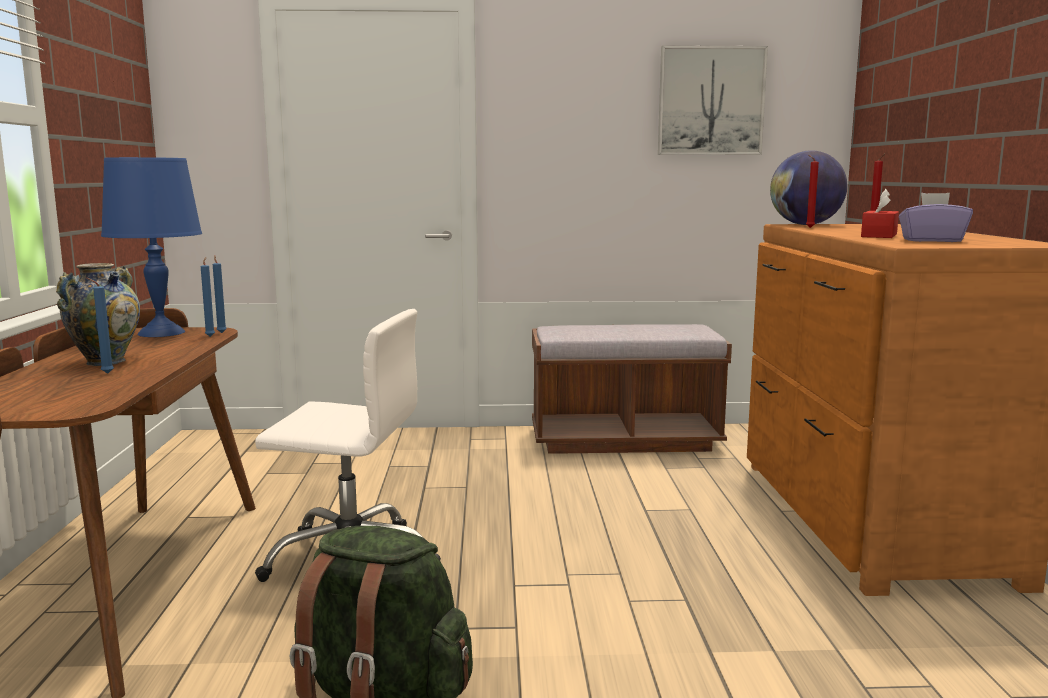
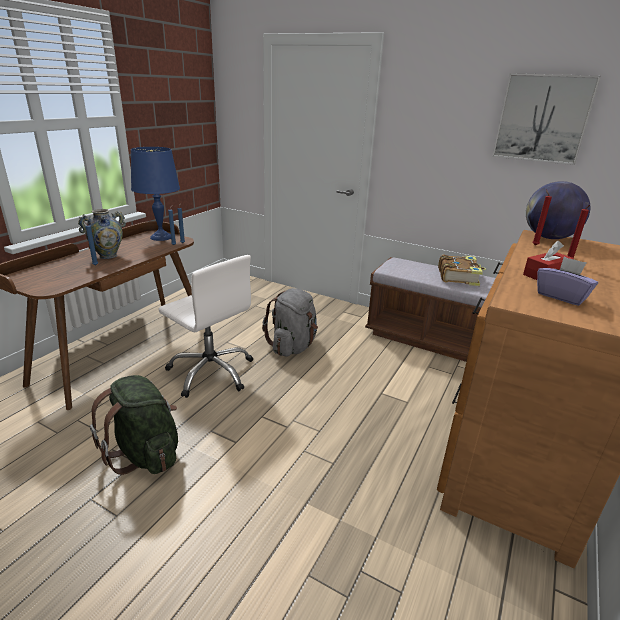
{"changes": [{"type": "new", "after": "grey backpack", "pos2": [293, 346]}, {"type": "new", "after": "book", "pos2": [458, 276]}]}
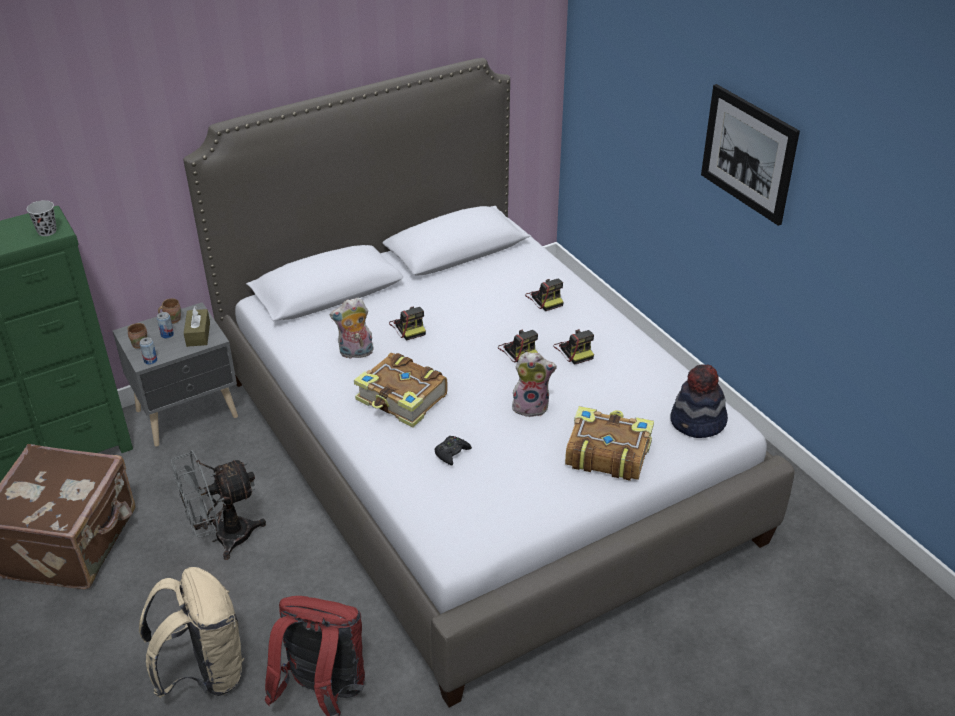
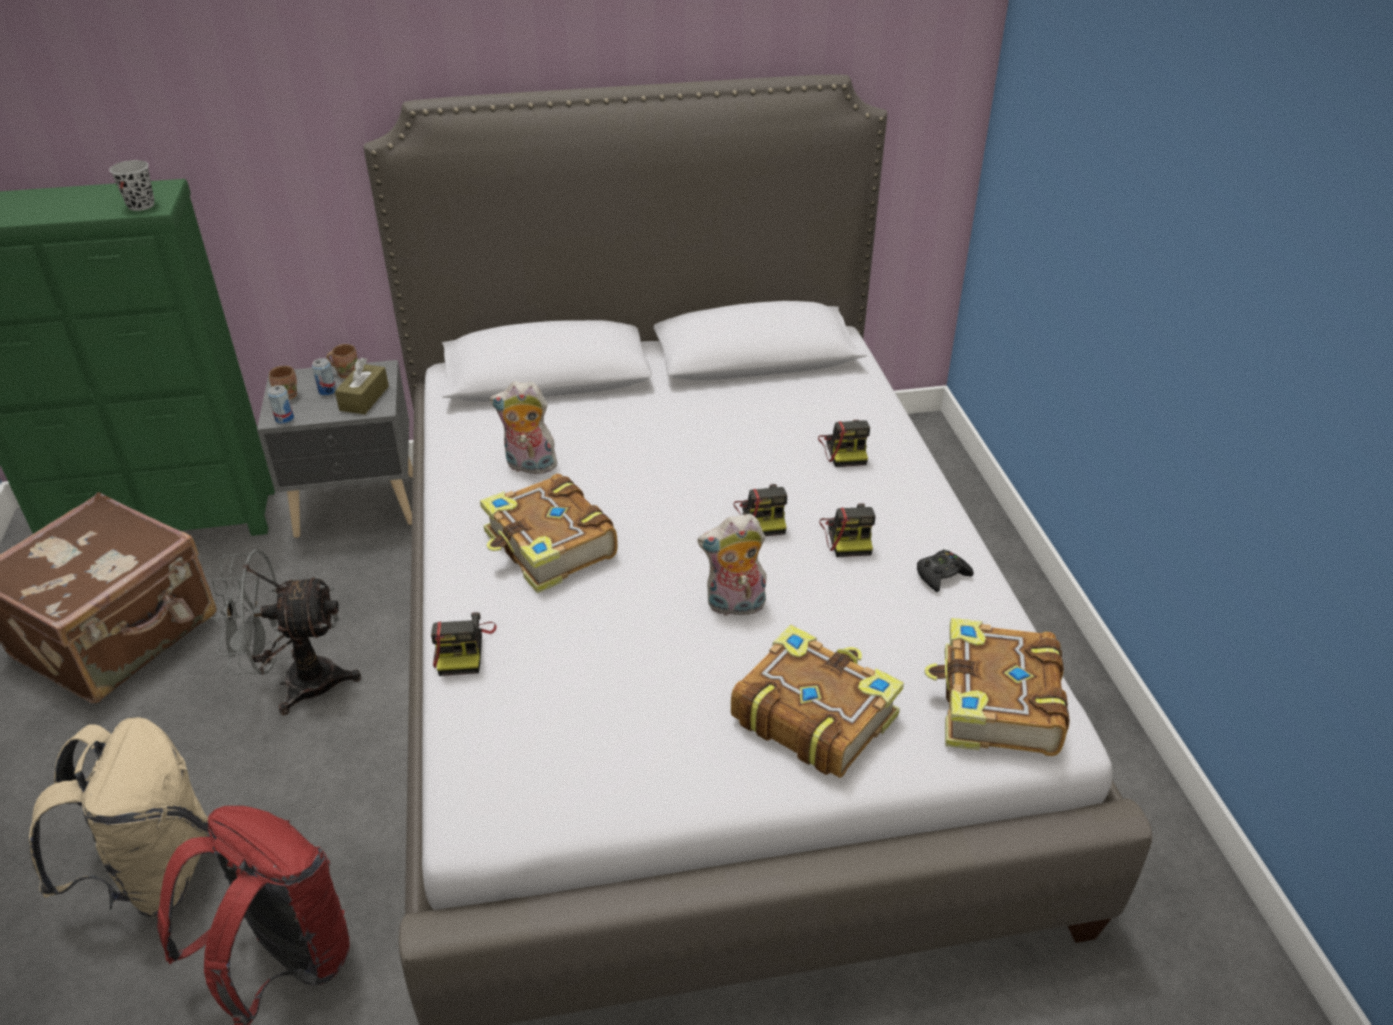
{"changes": [{"type": "shifted", "before": "photo camera", "pos1": [408, 327], "pos2": [463, 648]}, {"type": "shifted", "before": "black game controller", "pos1": [452, 453], "pos2": [941, 575]}, {"type": "rotated", "before": "plush toy", "pos1": [531, 406], "pos2": [734, 606], "turn": 150}, {"type": "swapped", "before": "hat", "after": "book", "pos1": [698, 423], "pos2": [995, 705]}, {"type": "gone", "before": "picture", "pos1": [748, 153]}]}
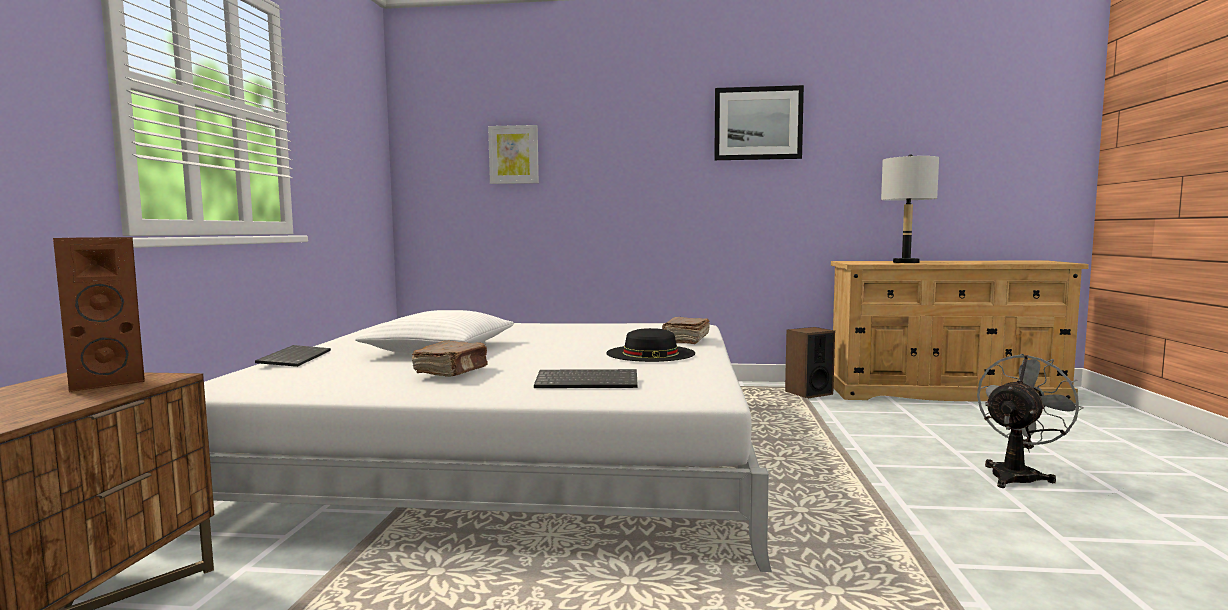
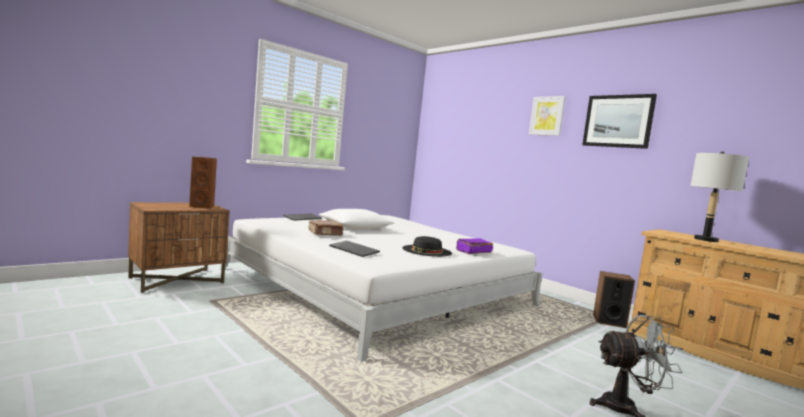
{"changes": [{"type": "shifted", "before": "picture", "pos1": [514, 155], "pos2": [547, 116]}, {"type": "repainted", "before": "brown book", "after": "purple book", "pos1": [685, 340], "pos2": [473, 252]}]}
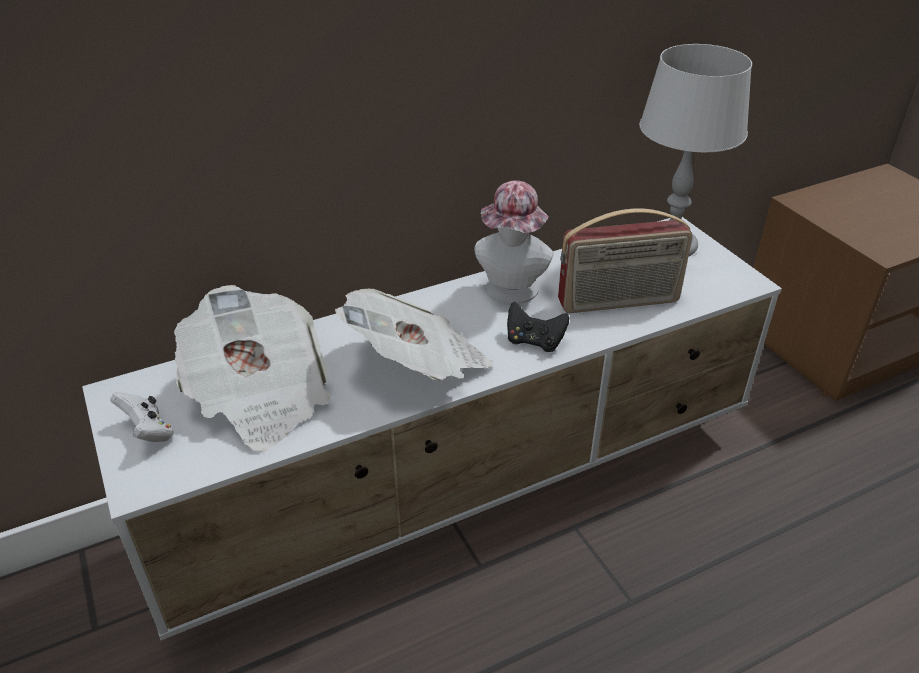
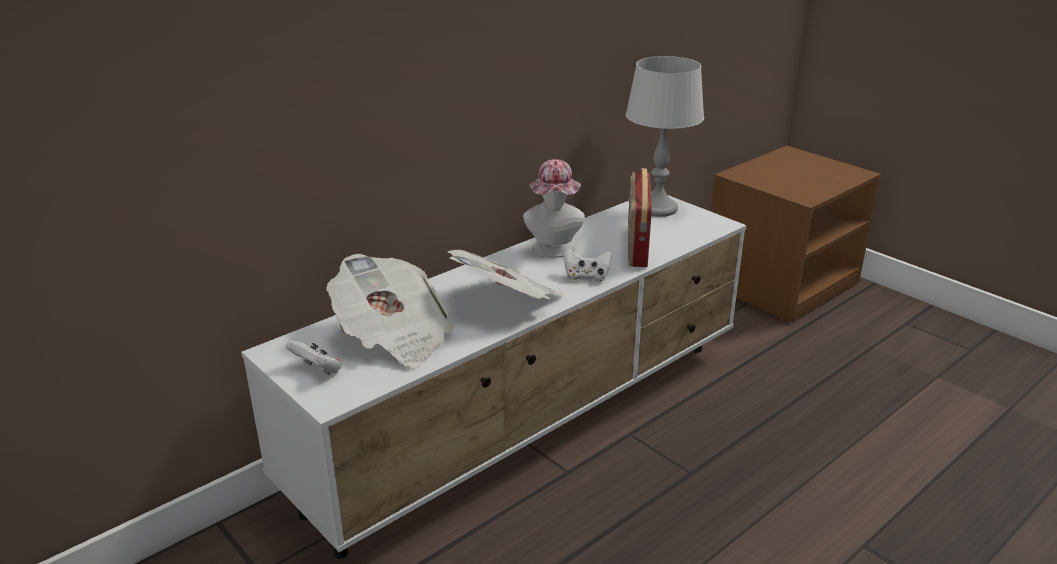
{"changes": [{"type": "repainted", "before": "black game controller", "after": "white game controller", "pos1": [534, 341], "pos2": [586, 277]}, {"type": "rotated", "before": "radio", "pos1": [619, 302], "pos2": [636, 247], "turn": 120}]}
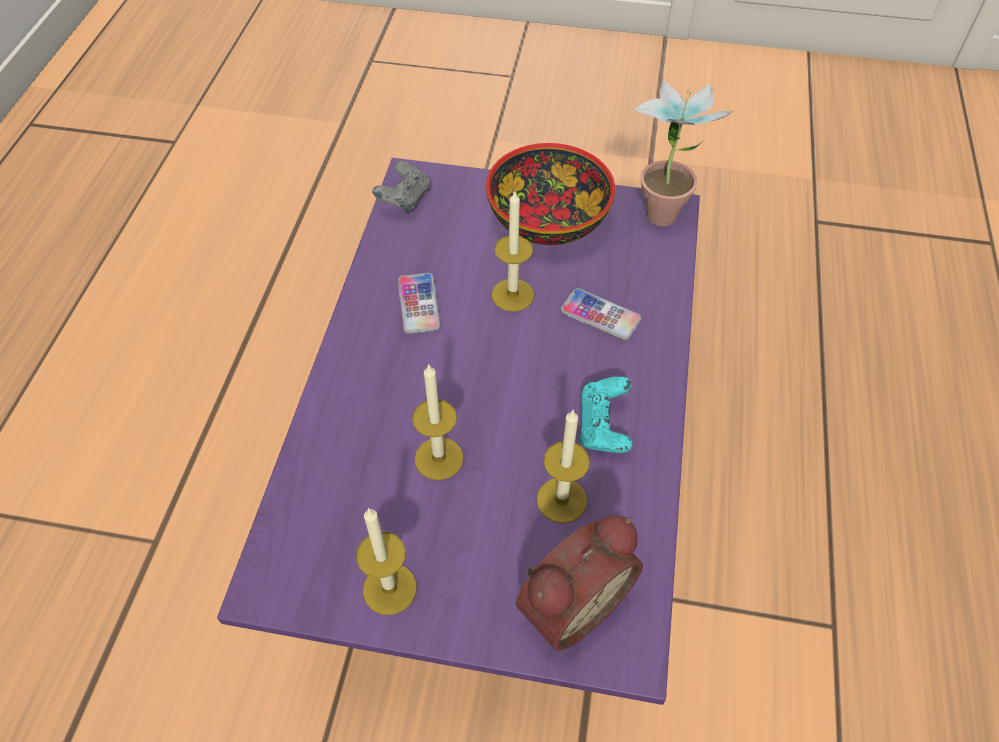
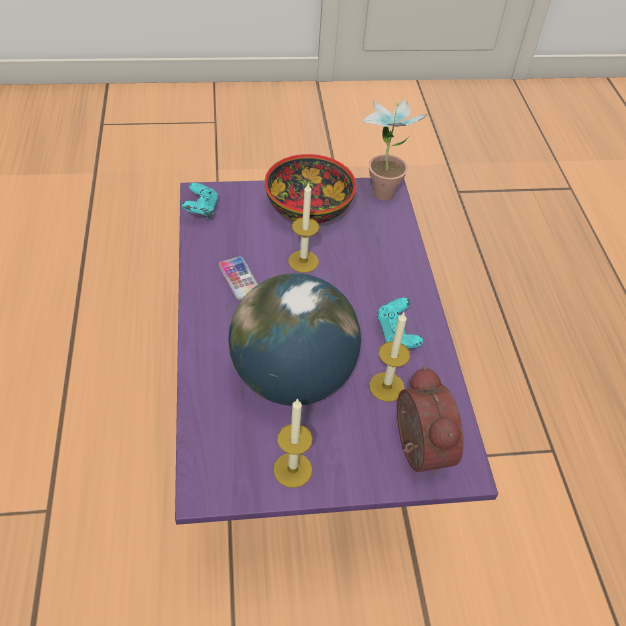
{"changes": [{"type": "repainted", "before": "grey game controller", "after": "turquoise game controller", "pos1": [404, 200], "pos2": [201, 210]}, {"type": "swapped", "before": "candle", "after": "globe", "pos1": [439, 458], "pos2": [293, 378]}, {"type": "rotated", "before": "alarm clock", "pos1": [570, 602], "pos2": [416, 449], "turn": -45}, {"type": "gone", "before": "phone", "pos1": [600, 315]}]}
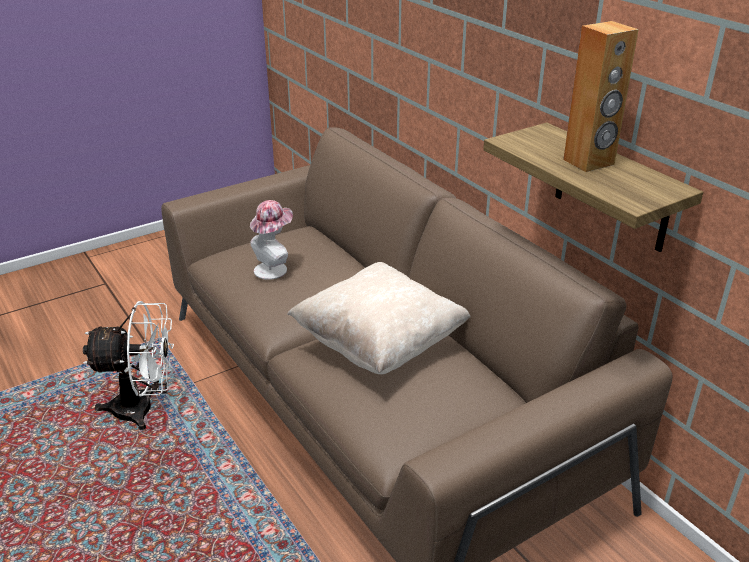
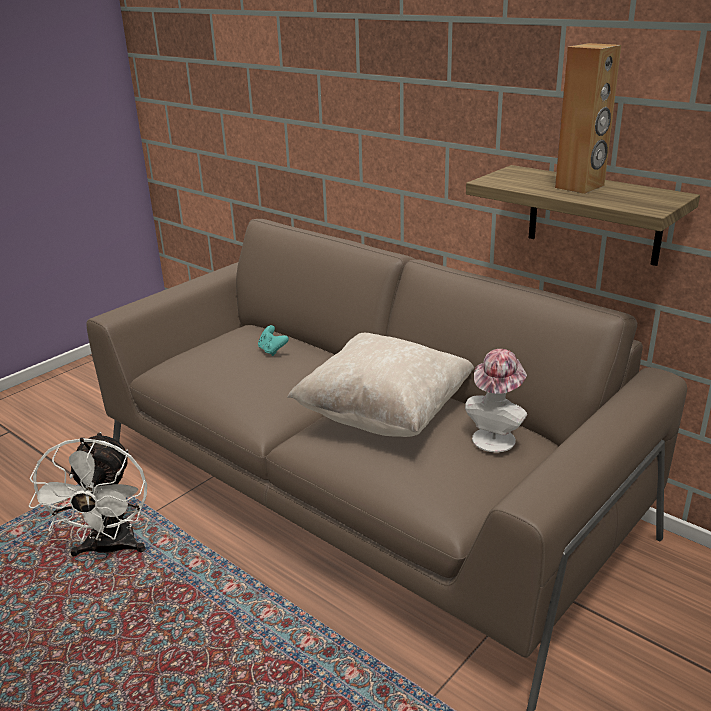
{"changes": [{"type": "rotated", "before": "white fan", "pos1": [144, 409], "pos2": [109, 549], "turn": 105}, {"type": "shifted", "before": "hat", "pos1": [274, 268], "pos2": [495, 436]}, {"type": "new", "after": "turquoise game controller", "pos2": [272, 350]}]}
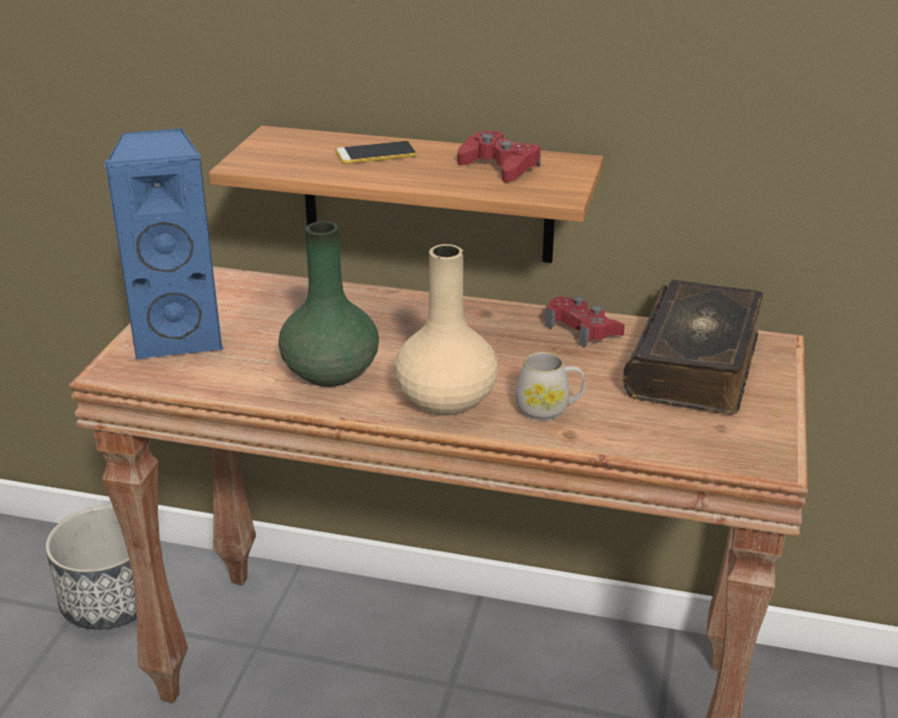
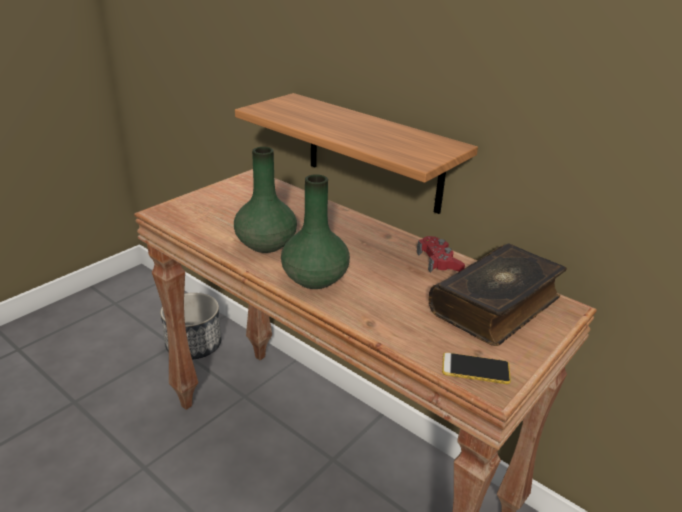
{"changes": [{"type": "gone", "before": "blue speaker", "pos1": [180, 336]}, {"type": "shifted", "before": "phone", "pos1": [376, 154], "pos2": [475, 369]}, {"type": "repainted", "before": "beige vase", "after": "green vase", "pos1": [445, 401], "pos2": [314, 279]}, {"type": "gone", "before": "red game controller", "pos1": [500, 166]}, {"type": "gone", "before": "white mug", "pos1": [549, 409]}]}
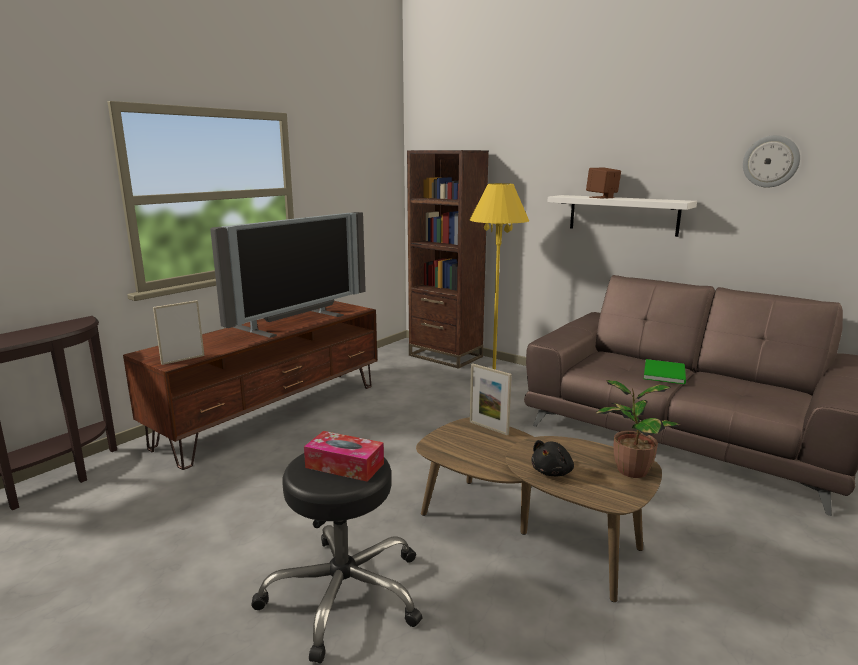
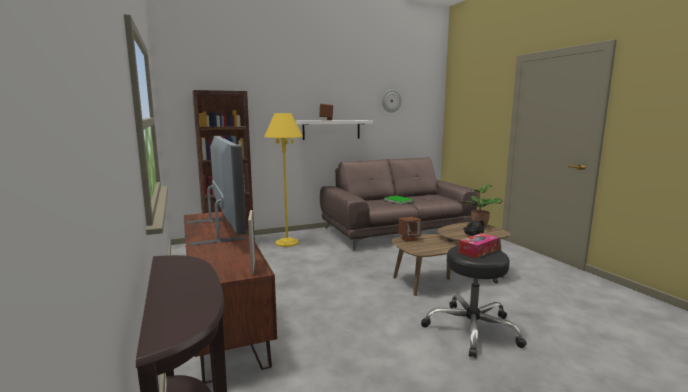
{"changes": [{"type": "swapped", "before": "picture frame", "after": "brown speaker", "pos1": [488, 428], "pos2": [409, 238]}]}
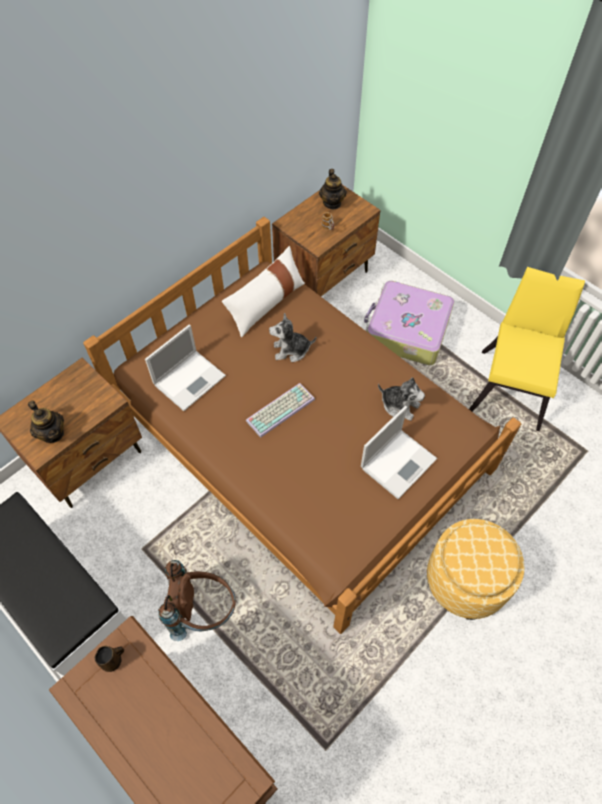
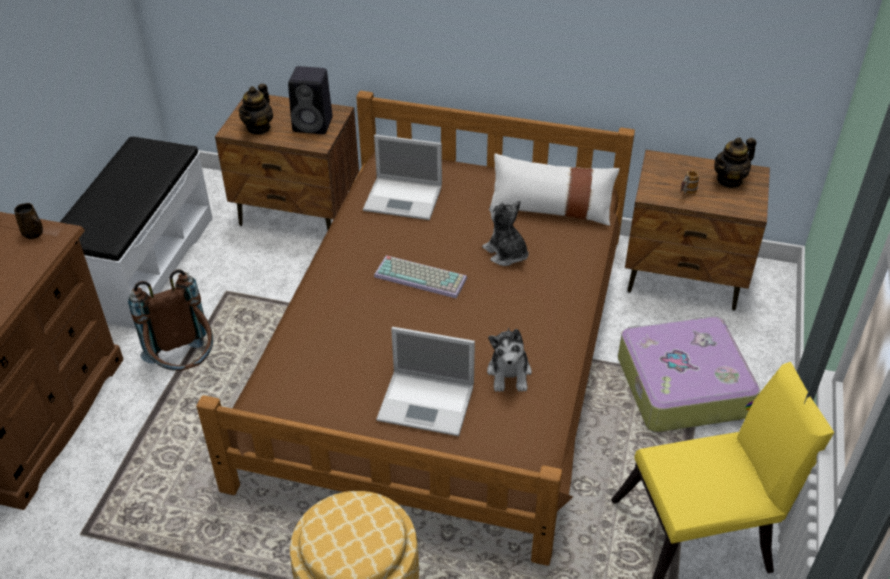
{"changes": [{"type": "new", "after": "black speaker", "pos2": [314, 124]}]}
